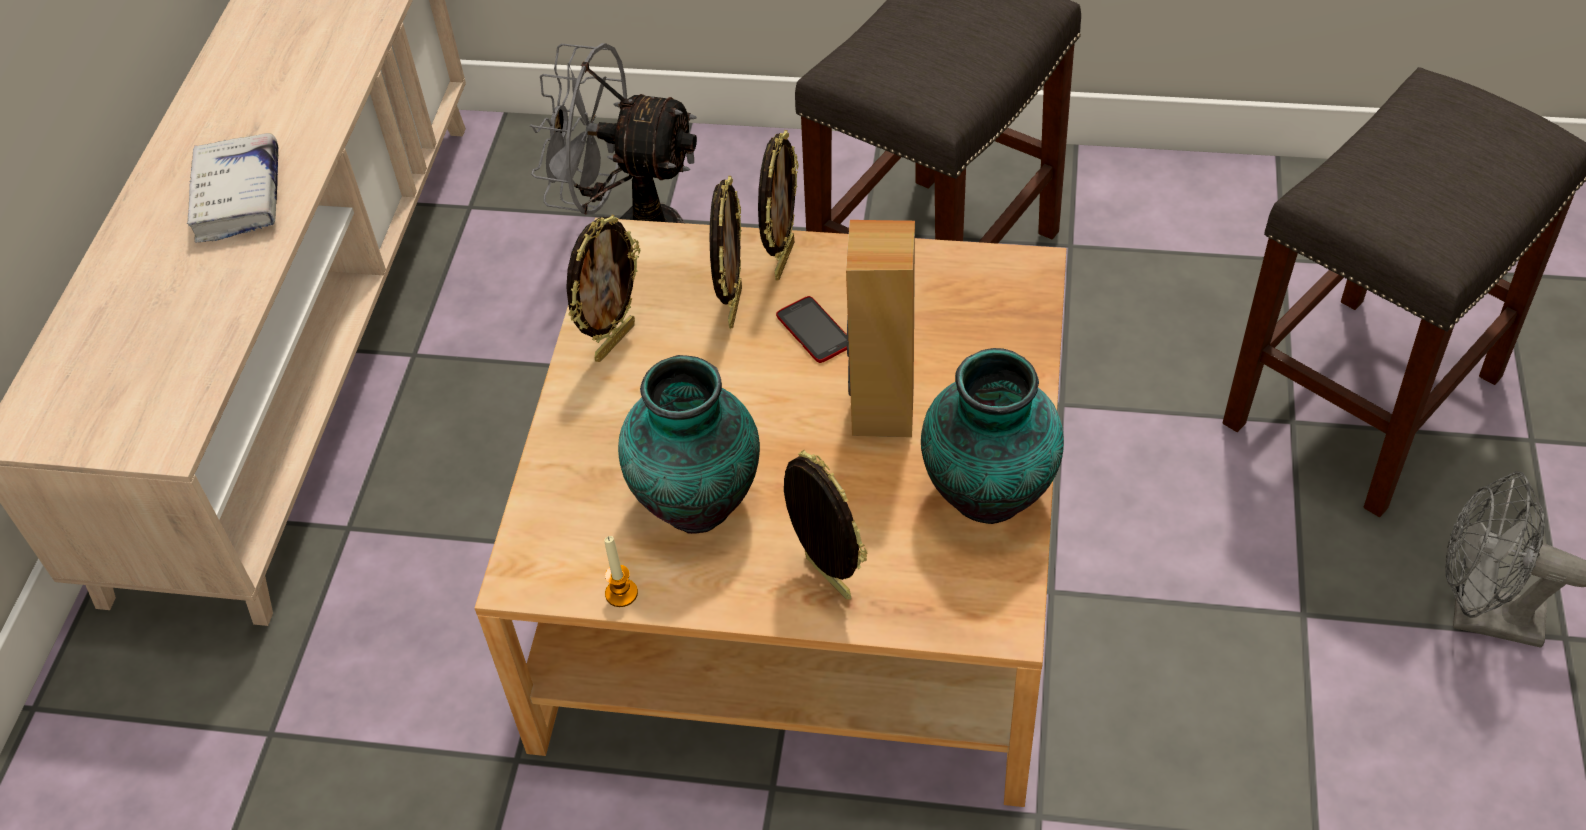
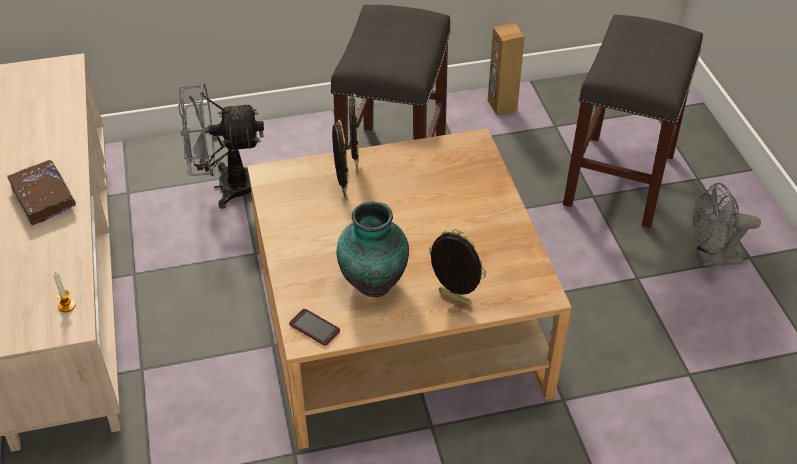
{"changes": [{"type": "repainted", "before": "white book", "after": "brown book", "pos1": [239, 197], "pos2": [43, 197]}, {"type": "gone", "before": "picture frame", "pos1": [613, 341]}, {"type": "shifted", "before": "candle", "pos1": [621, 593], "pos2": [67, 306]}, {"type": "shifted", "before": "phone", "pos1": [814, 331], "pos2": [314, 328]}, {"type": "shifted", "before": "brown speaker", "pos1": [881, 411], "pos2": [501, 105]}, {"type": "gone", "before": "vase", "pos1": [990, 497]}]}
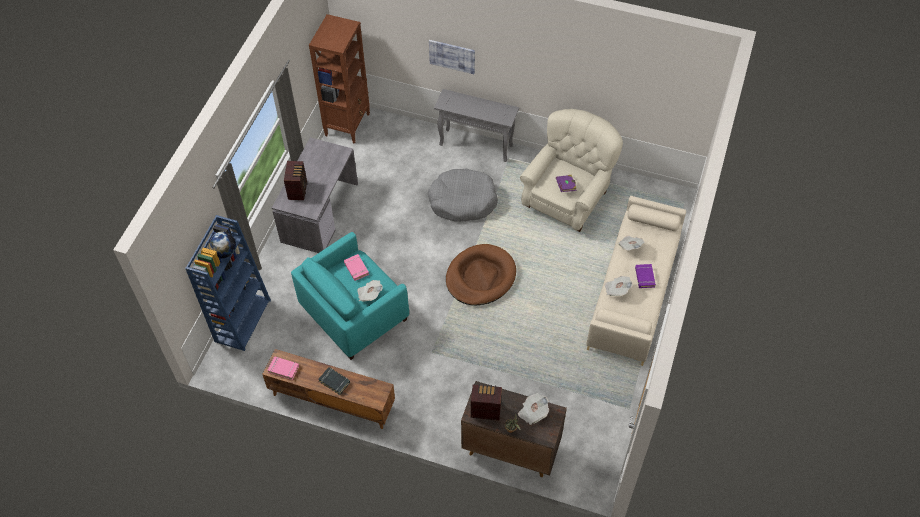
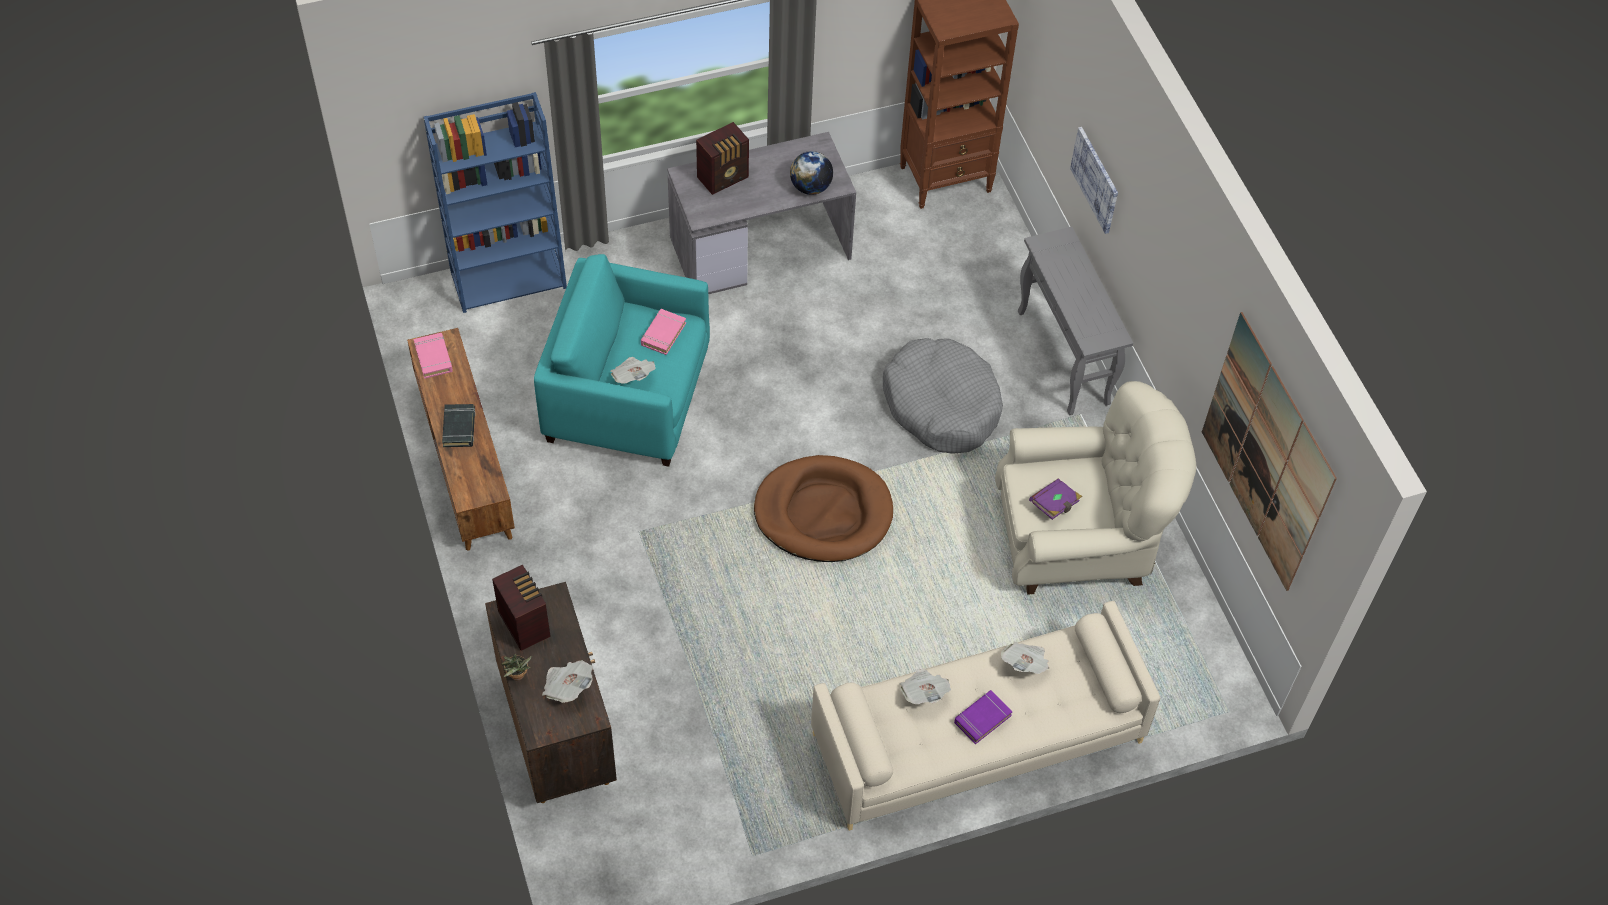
{"changes": [{"type": "shifted", "before": "globe", "pos1": [224, 252], "pos2": [811, 187]}, {"type": "new", "after": "picture", "pos2": [1266, 453]}]}
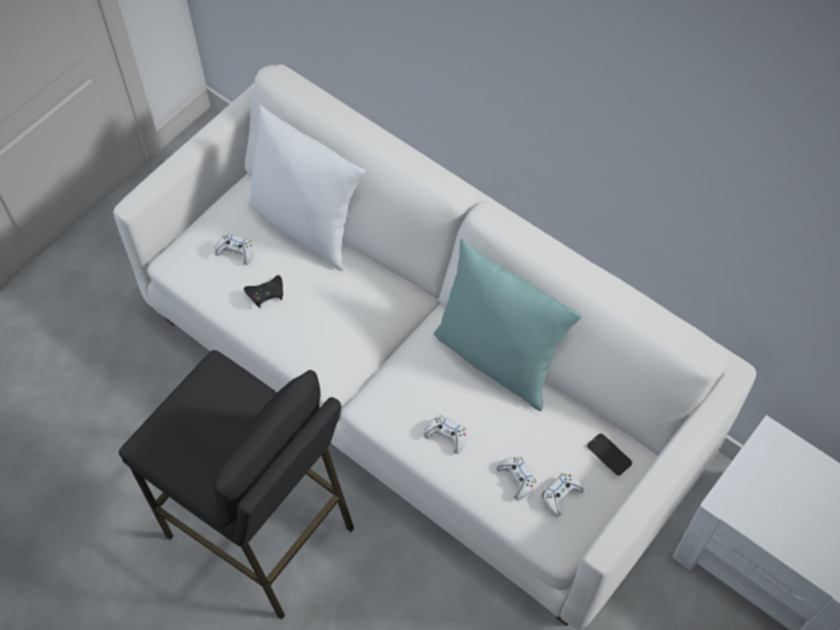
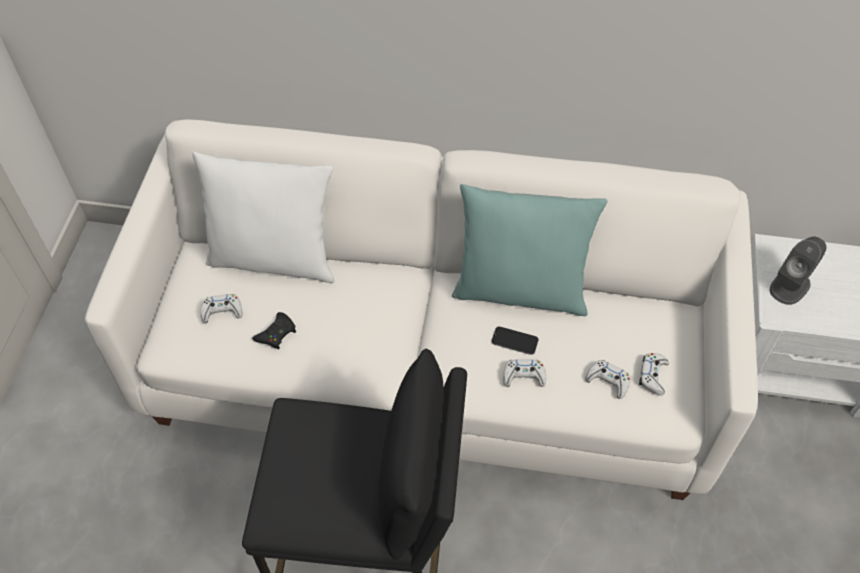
{"changes": [{"type": "shifted", "before": "phone", "pos1": [609, 455], "pos2": [514, 341]}, {"type": "new", "after": "grey speaker", "pos2": [790, 286]}]}
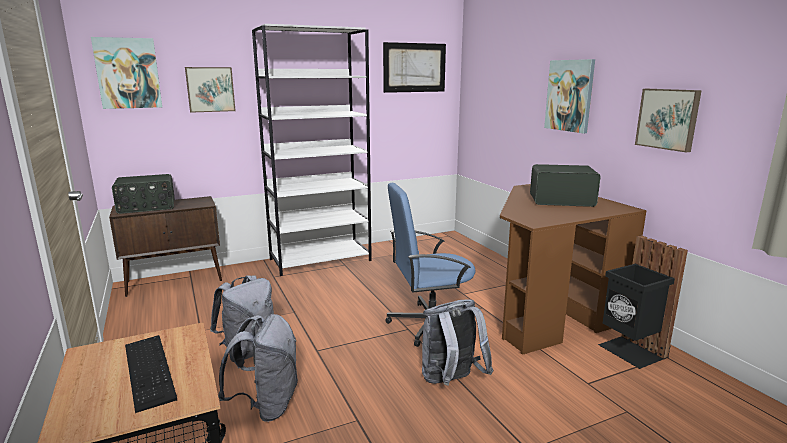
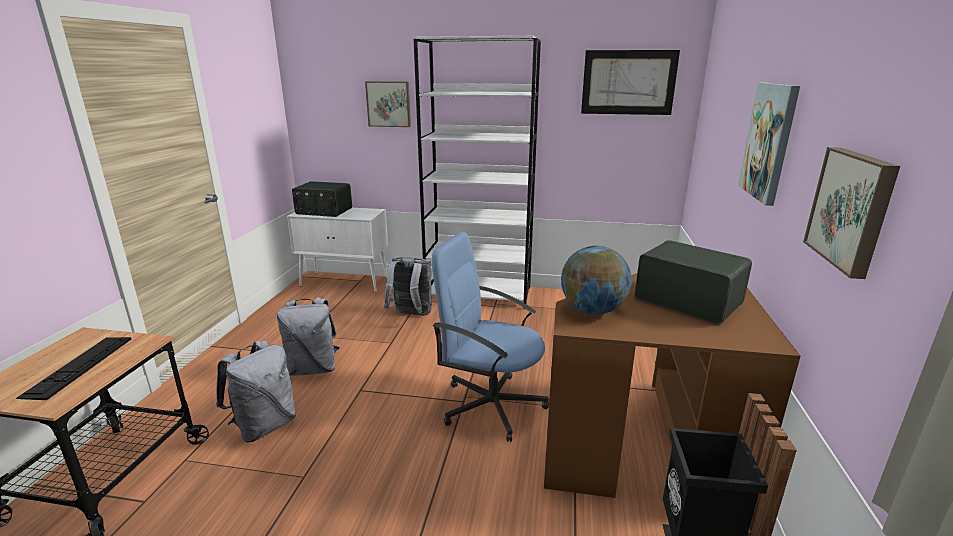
{"changes": [{"type": "gone", "before": "picture", "pos1": [128, 73]}, {"type": "repainted", "before": "brown cabinet", "after": "white cabinet", "pos1": [175, 281], "pos2": [345, 282]}, {"type": "shifted", "before": "grey backpack", "pos1": [451, 382], "pos2": [411, 315]}, {"type": "new", "after": "globe", "pos2": [592, 310]}]}
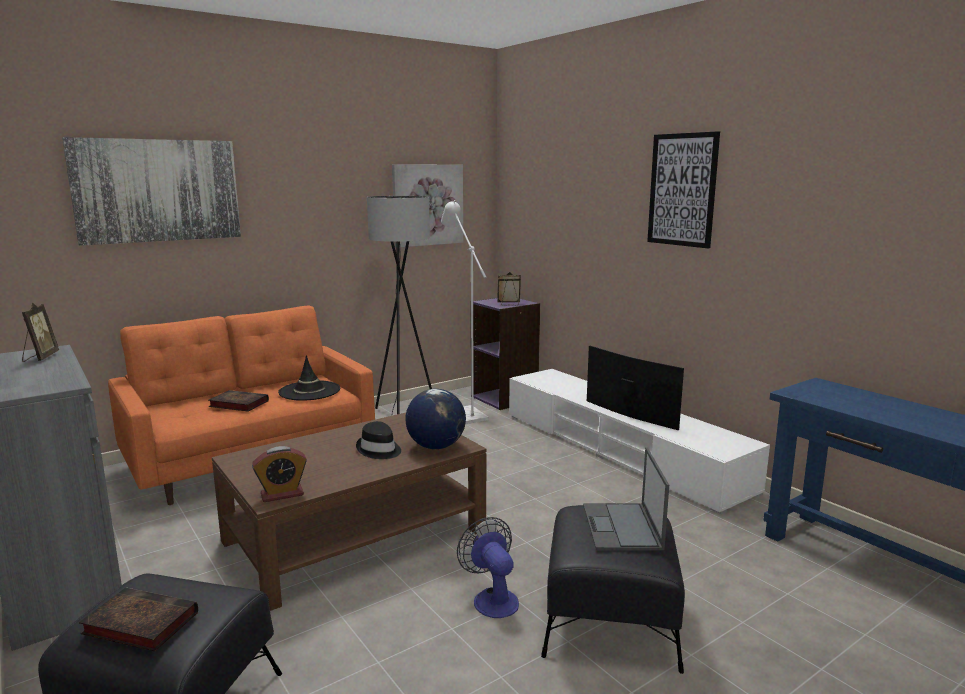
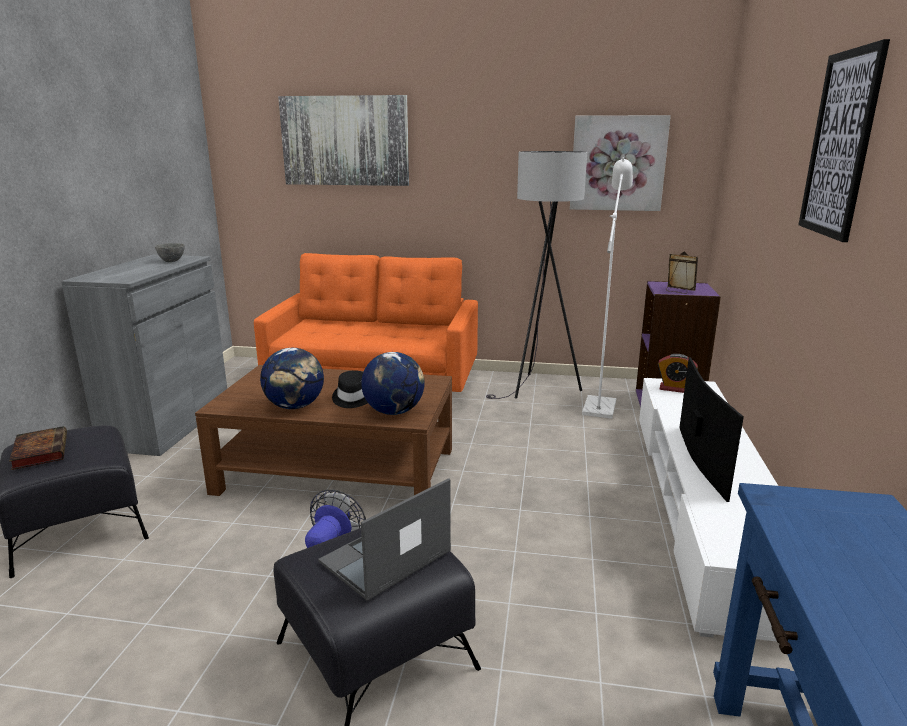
{"changes": [{"type": "swapped", "before": "picture frame", "after": "grey bowl", "pos1": [40, 358], "pos2": [172, 261]}, {"type": "gone", "before": "book", "pos1": [237, 404]}, {"type": "shifted", "before": "alarm clock", "pos1": [282, 494], "pos2": [674, 389]}, {"type": "gone", "before": "black hat", "pos1": [309, 391]}, {"type": "new", "after": "globe", "pos2": [295, 406]}]}
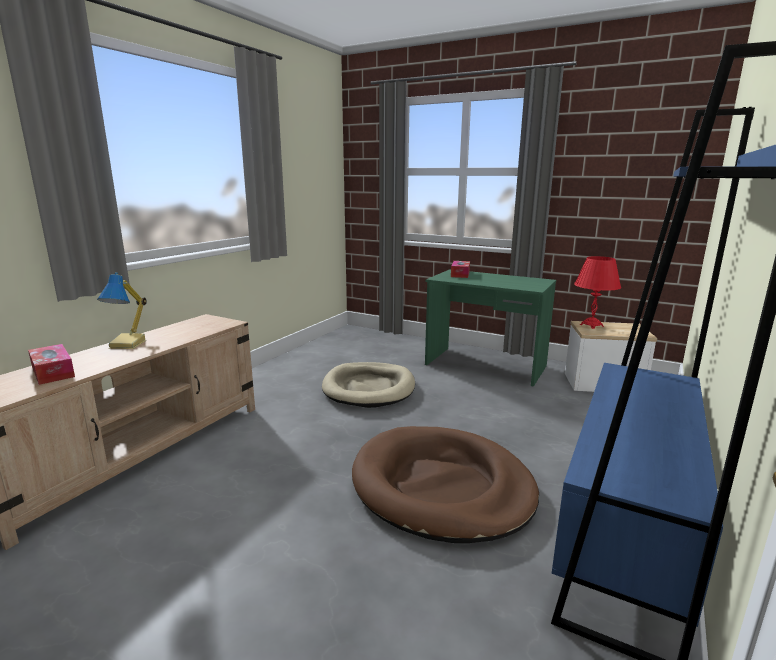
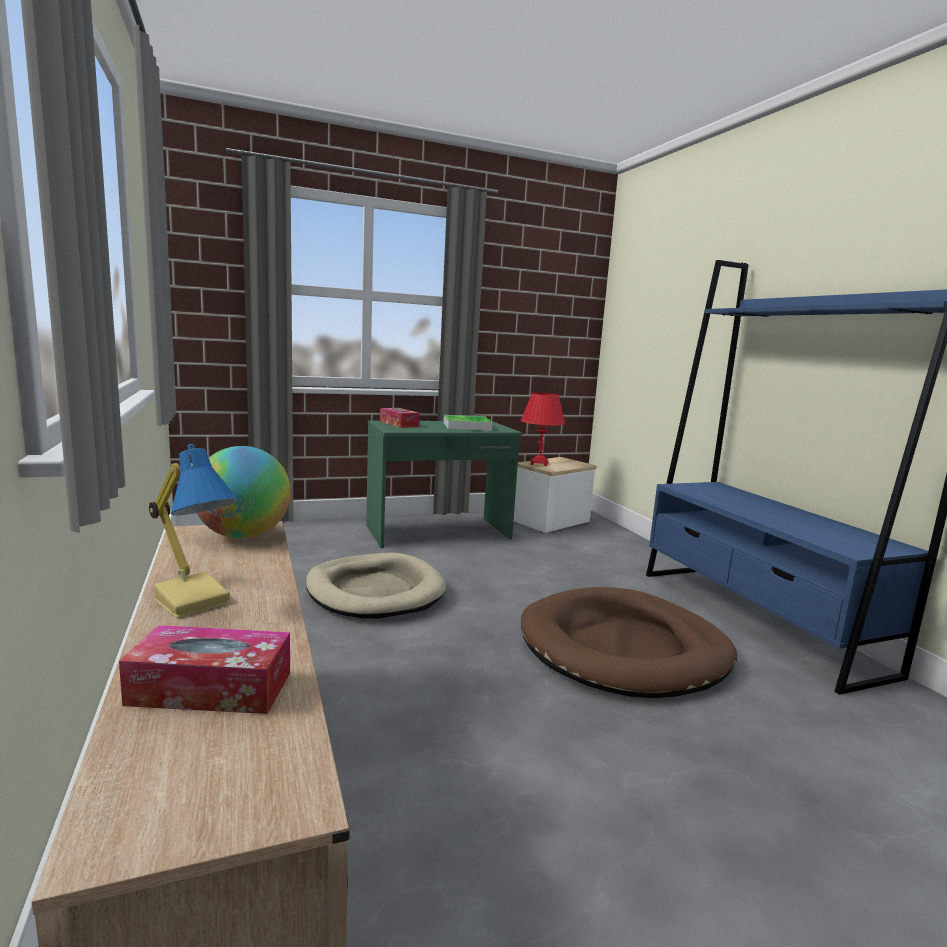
{"changes": [{"type": "new", "after": "globe", "pos2": [243, 536]}, {"type": "new", "after": "tray", "pos2": [467, 426]}]}
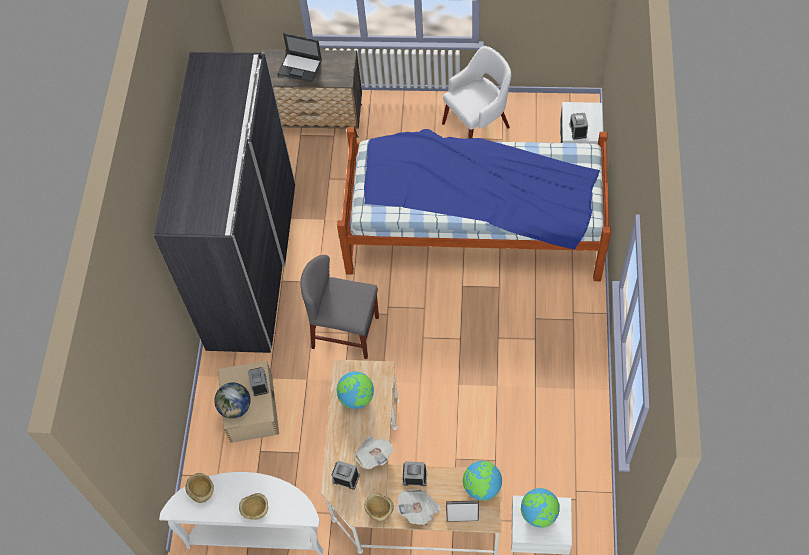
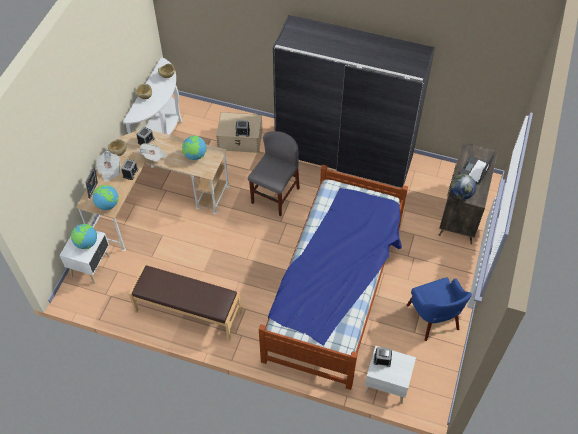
{"changes": [{"type": "shifted", "before": "globe", "pos1": [235, 407], "pos2": [460, 194]}, {"type": "repainted", "before": "white armchair", "after": "blue armchair", "pos1": [477, 124], "pos2": [433, 318]}, {"type": "new", "after": "brown bench", "pos2": [188, 312]}]}
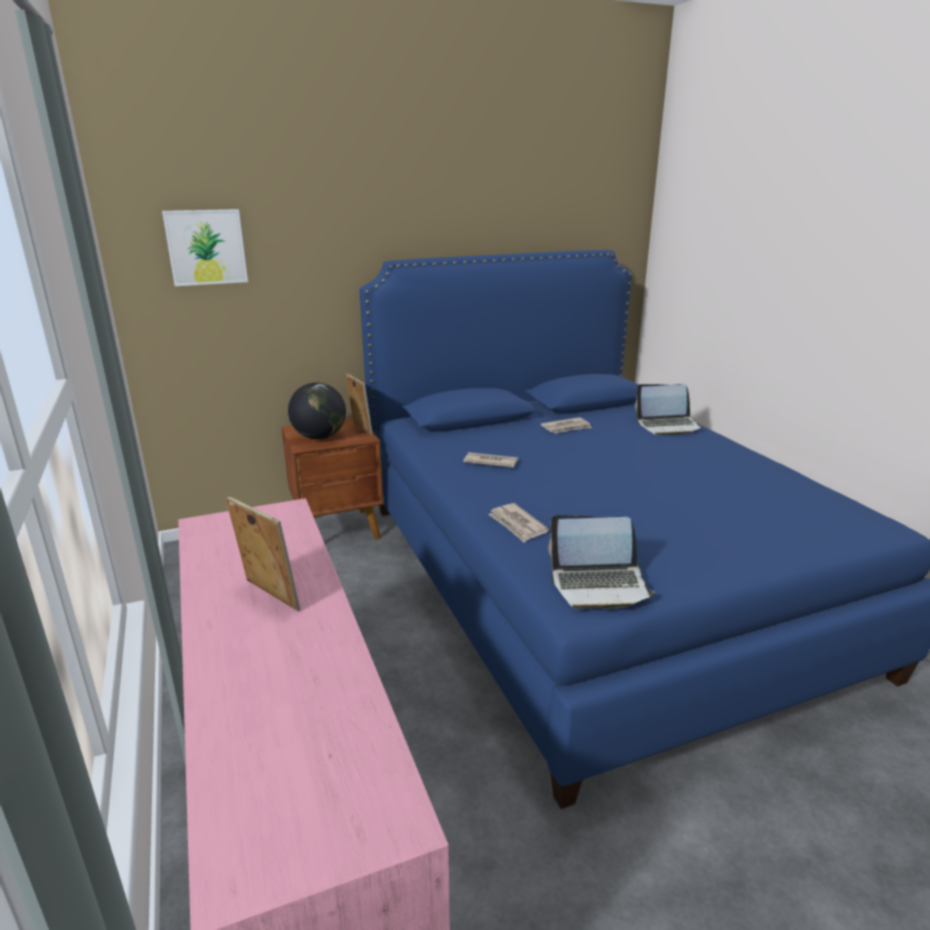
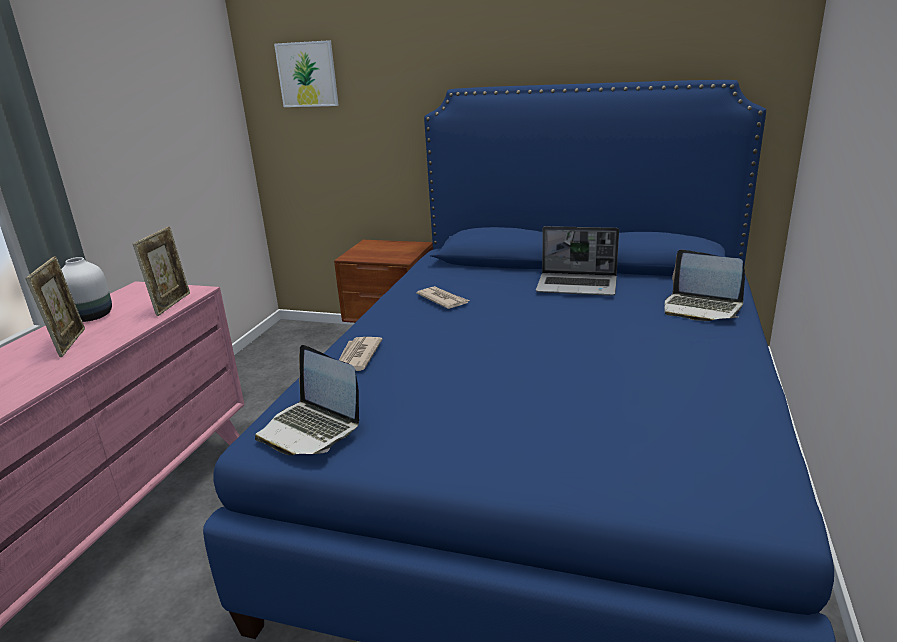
{"changes": [{"type": "gone", "before": "globe", "pos1": [319, 437]}, {"type": "shifted", "before": "picture frame", "pos1": [360, 429], "pos2": [171, 304]}, {"type": "swapped", "before": "newspaper", "after": "laptop", "pos1": [566, 428], "pos2": [578, 286]}, {"type": "new", "after": "white vase", "pos2": [91, 317]}]}
